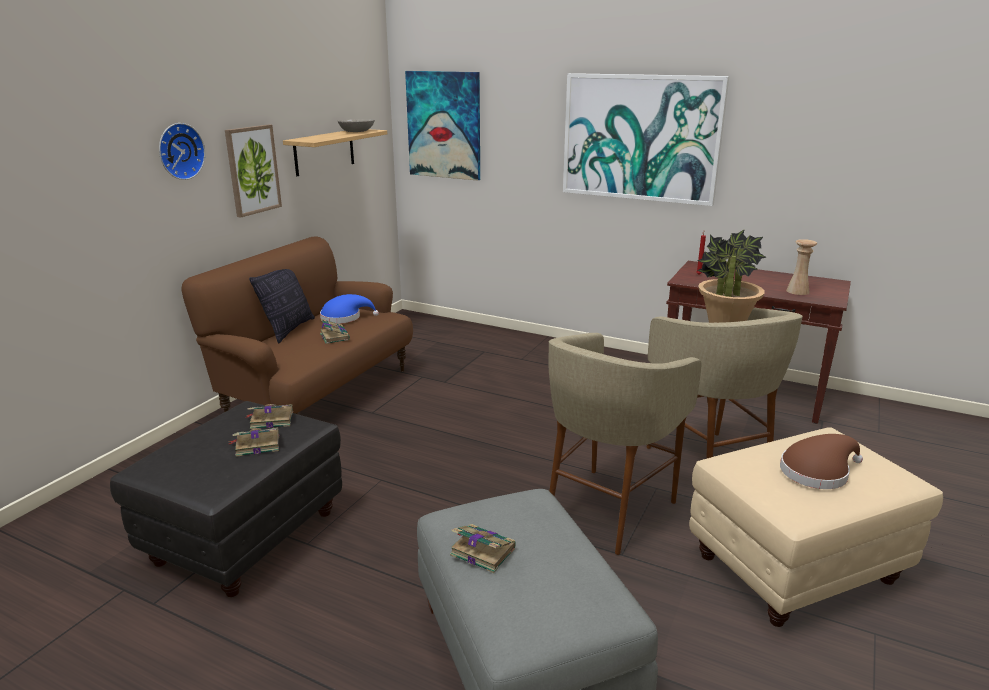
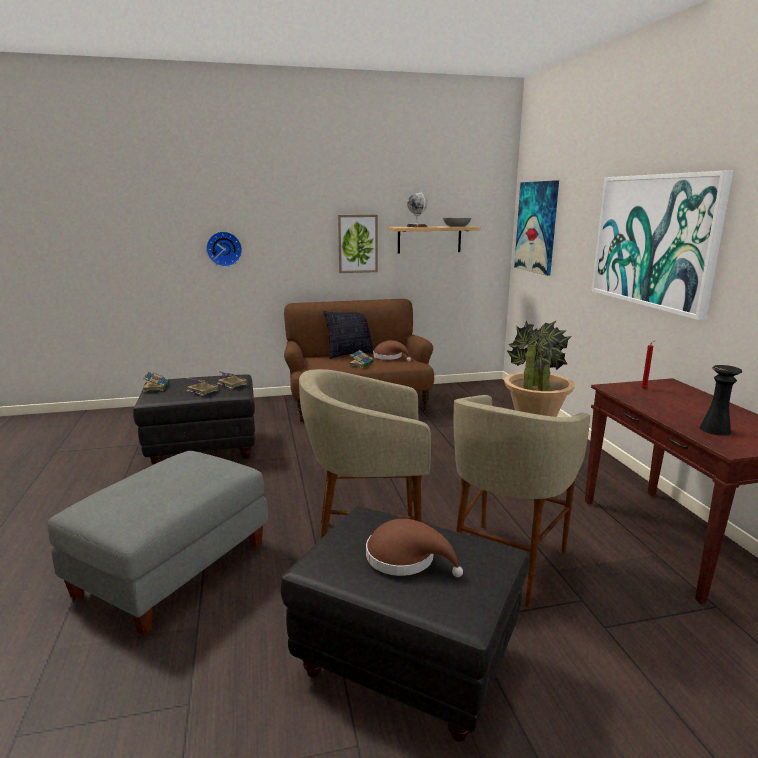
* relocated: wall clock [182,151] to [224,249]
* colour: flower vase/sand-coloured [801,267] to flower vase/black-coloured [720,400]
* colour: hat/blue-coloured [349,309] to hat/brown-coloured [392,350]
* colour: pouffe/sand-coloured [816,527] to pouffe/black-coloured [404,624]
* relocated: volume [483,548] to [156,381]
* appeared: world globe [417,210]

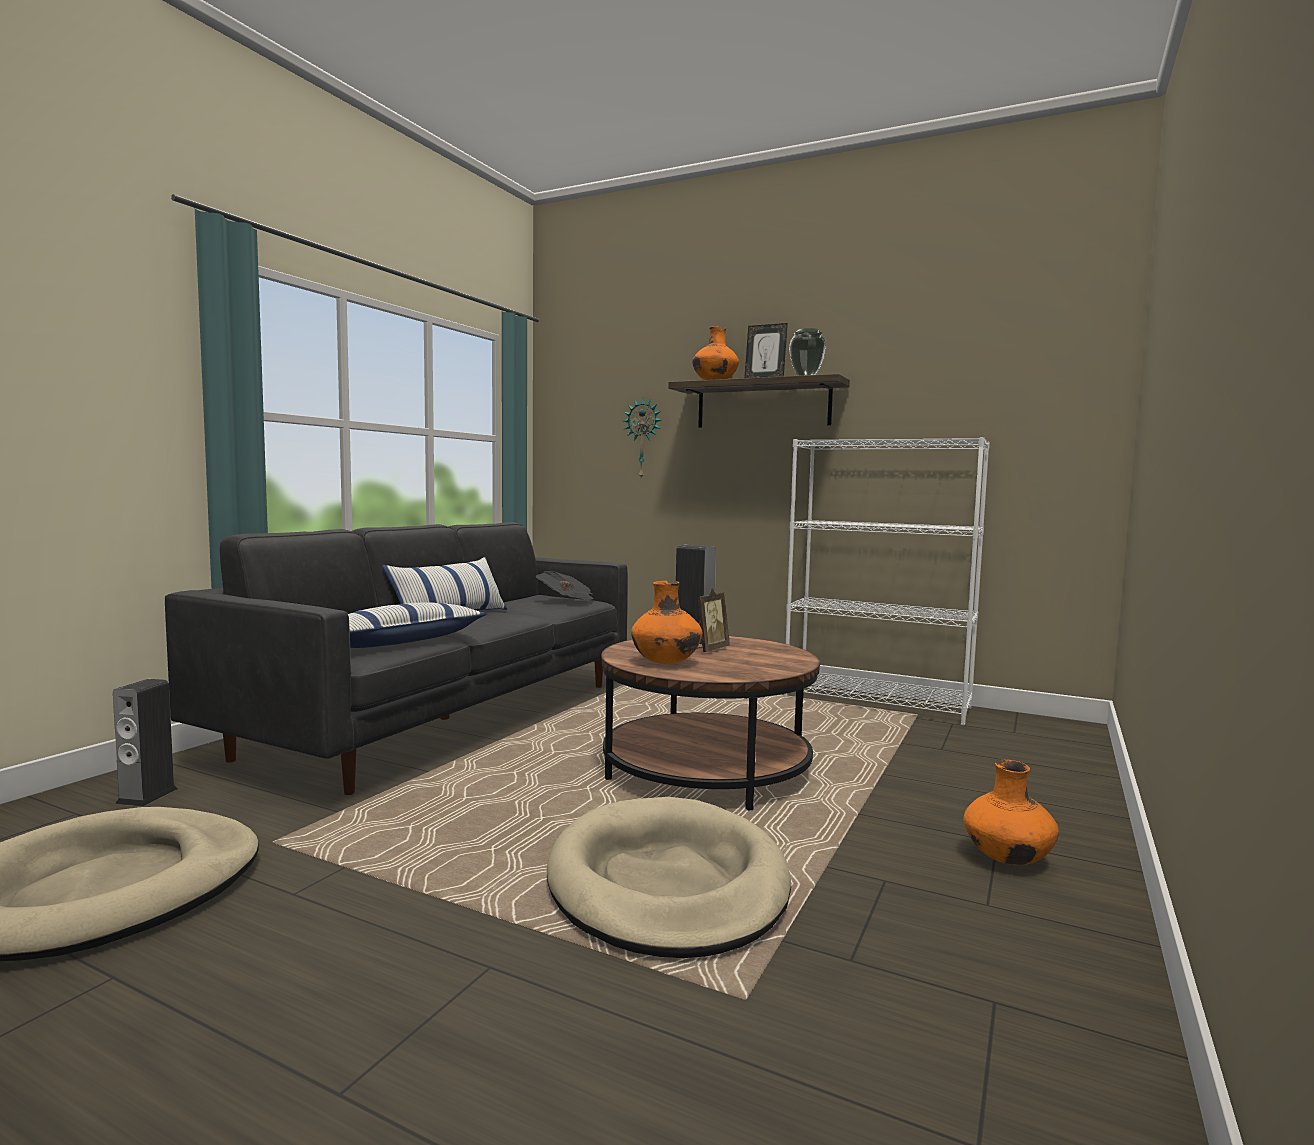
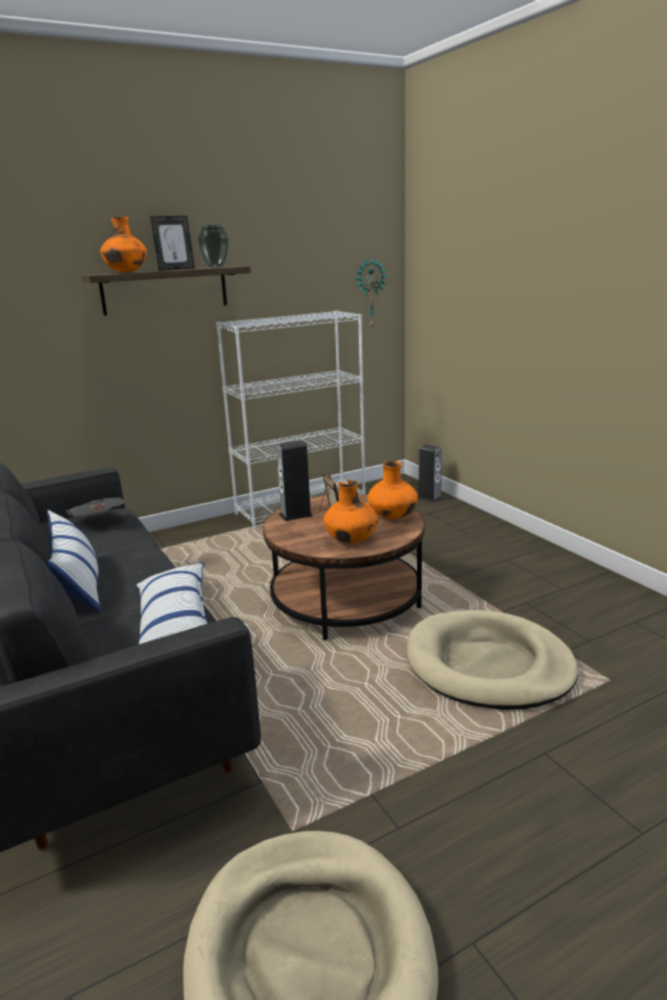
* relocated: wall clock [642,438] to [371,292]
* relocated: audio speaker [145,743] to [430,473]
* relocated: flower vase/orange [1011,812] to [393,490]

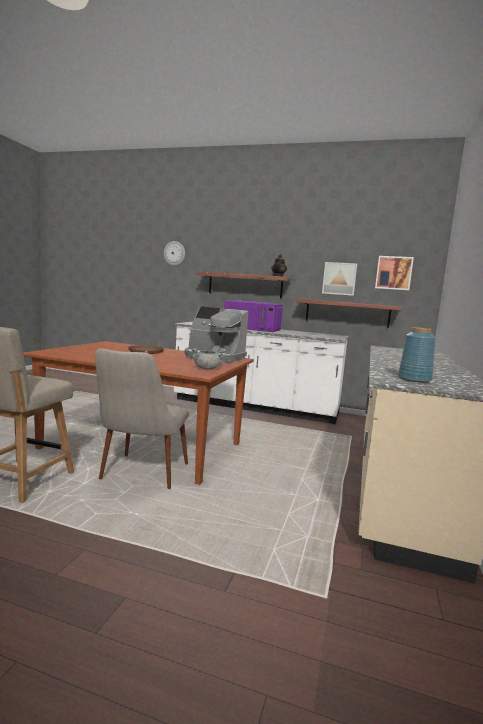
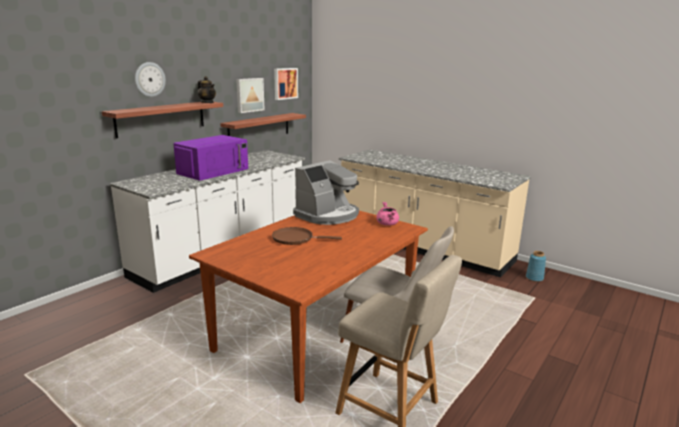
* relocated: wall clock [174,253] to [150,79]
* relocated: flower vase/blue-coloured [417,355] to [536,266]
* colour: stockpot/greyish [208,359] to stockpot/pink [387,214]

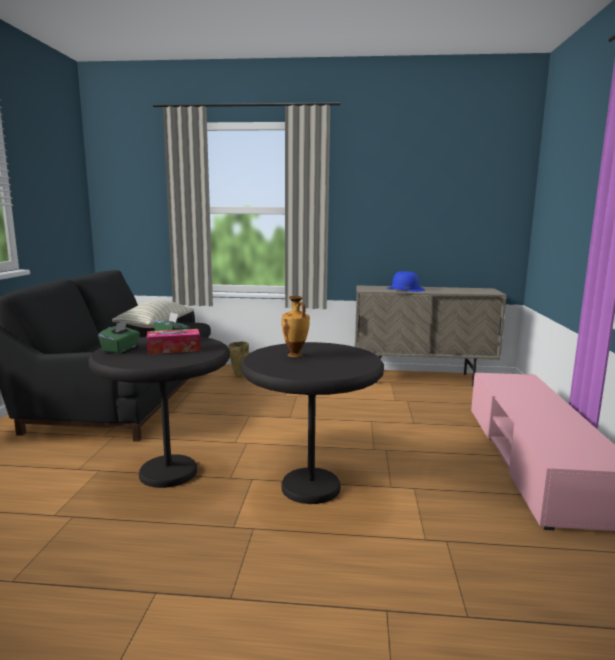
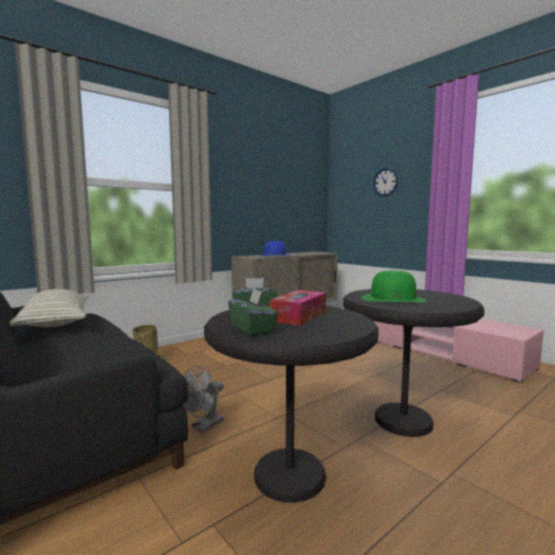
* exchanged: flower vase [296,326] to hat/green [393,286]
* appeared: wall clock [385,182]
* appeared: cooling fan/greyish [203,399]

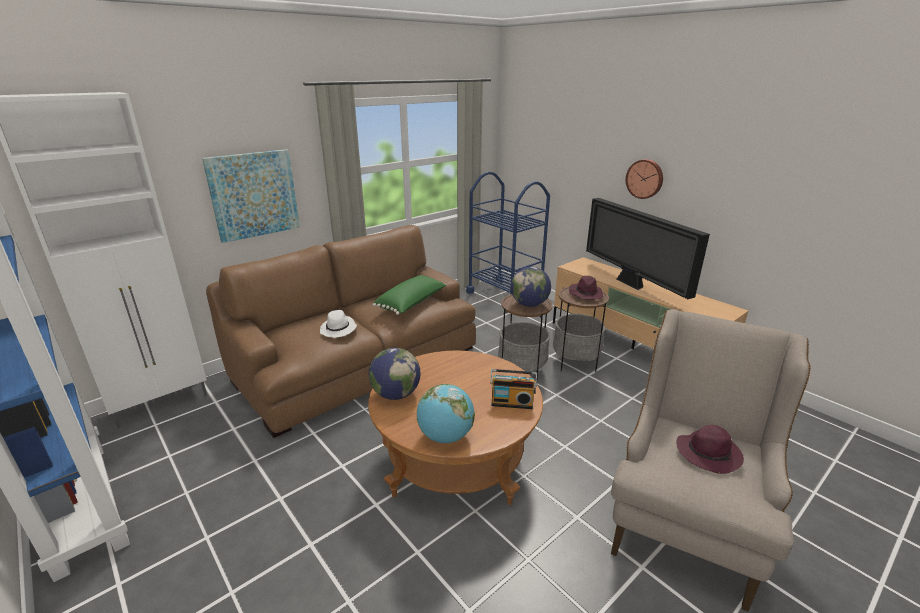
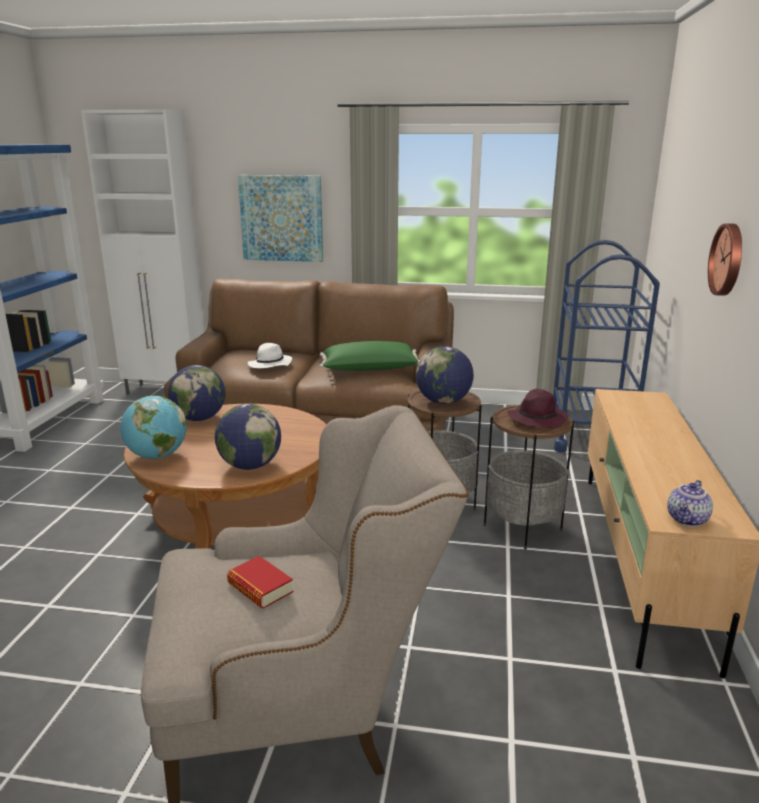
* missing: TV set [648,248]
* exchanged: radio [513,389] to world globe [248,437]
* exchanged: hat/purple [710,449] to volume [260,582]
* appeared: pot for tea [690,503]

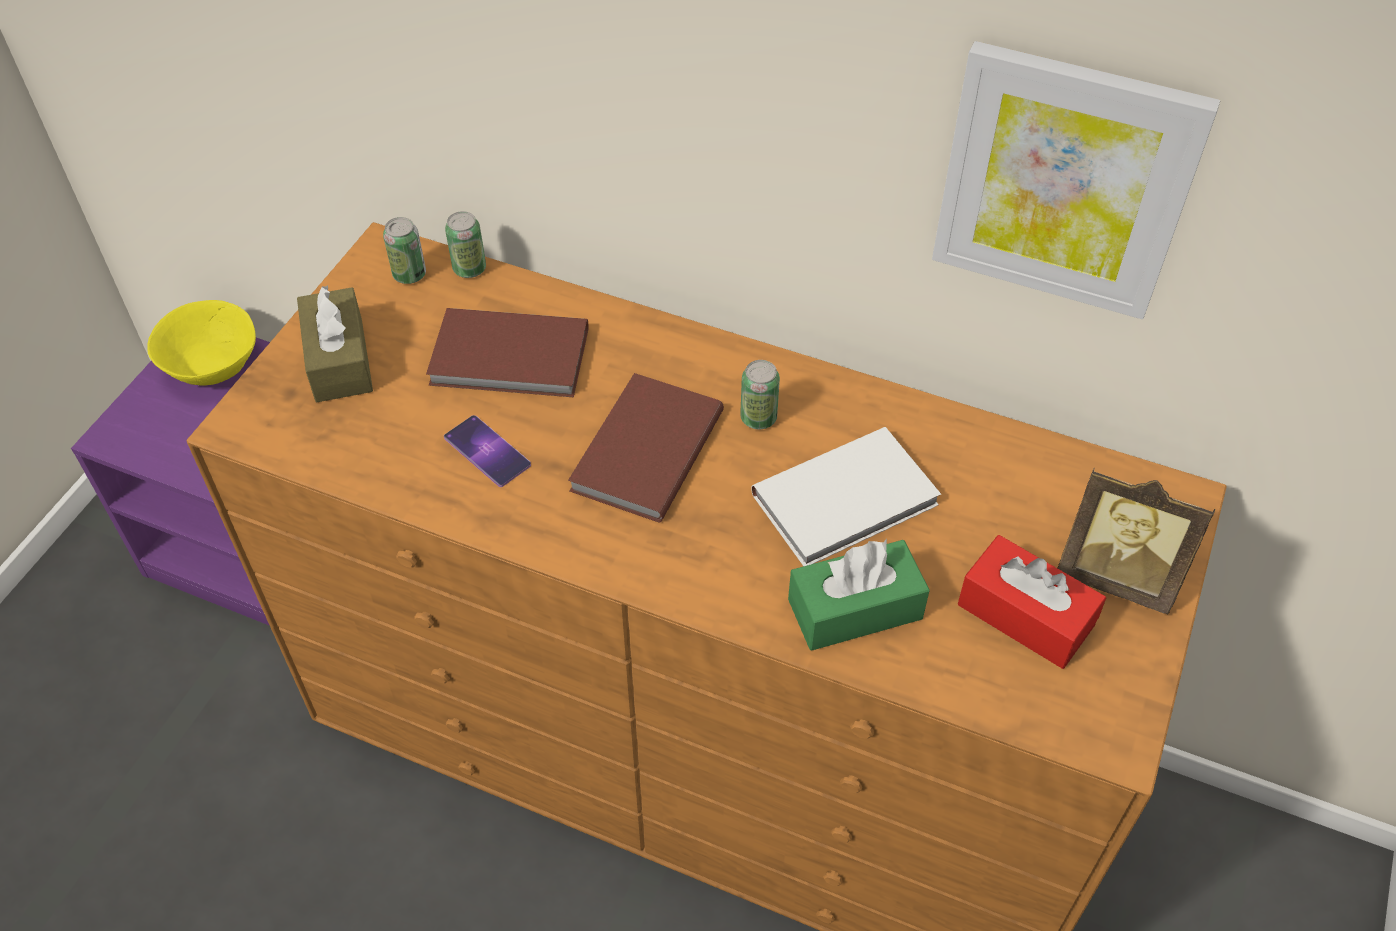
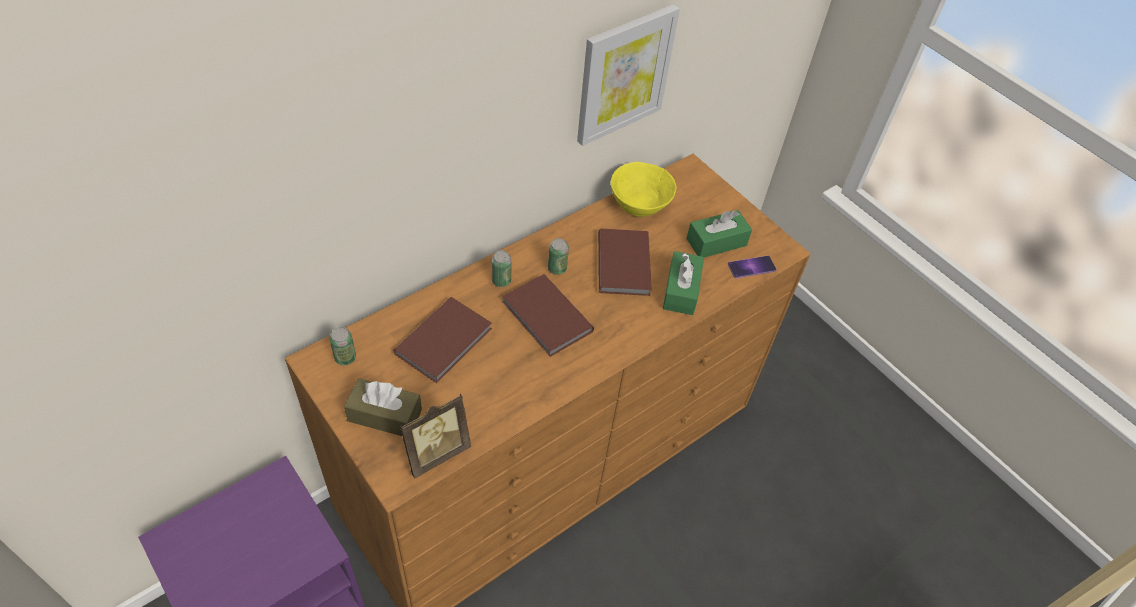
* relocated: metal can [465,244] to [501,268]
* relocated: deep dish/yellow-coloured [201,343] to [643,189]
* relocated: handset [487,451] to [752,266]
* colour: volume/white-coloured [846,496] to volume/brown-coloured [625,262]
* relocated: standing frame [1136,541] to [435,436]
* colour: tissue holder/reddish [1032,602] to tissue holder/green [719,234]

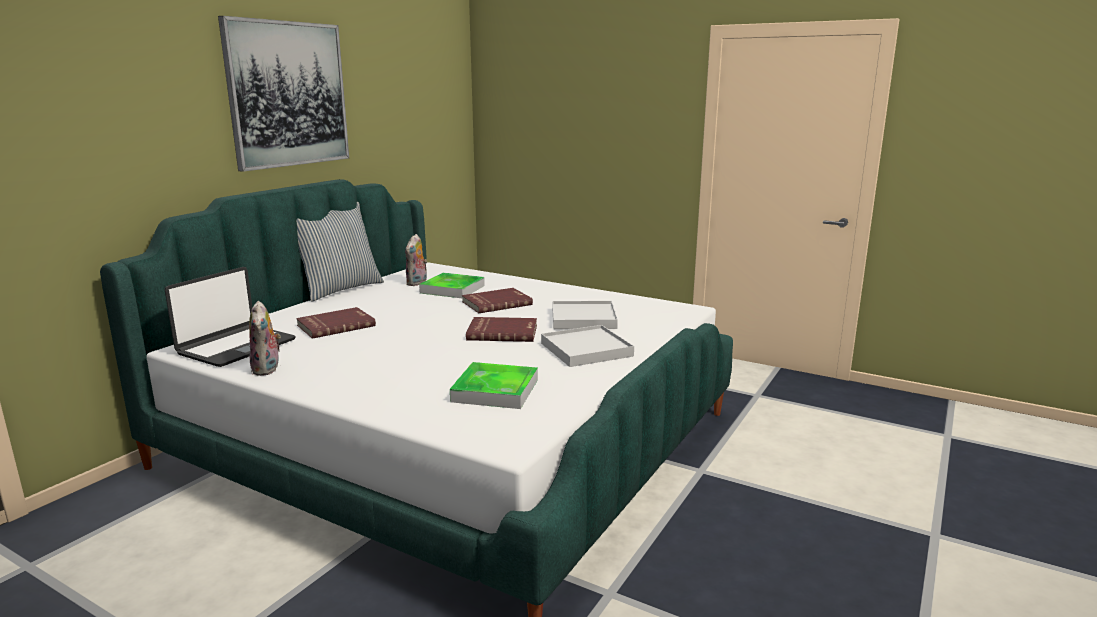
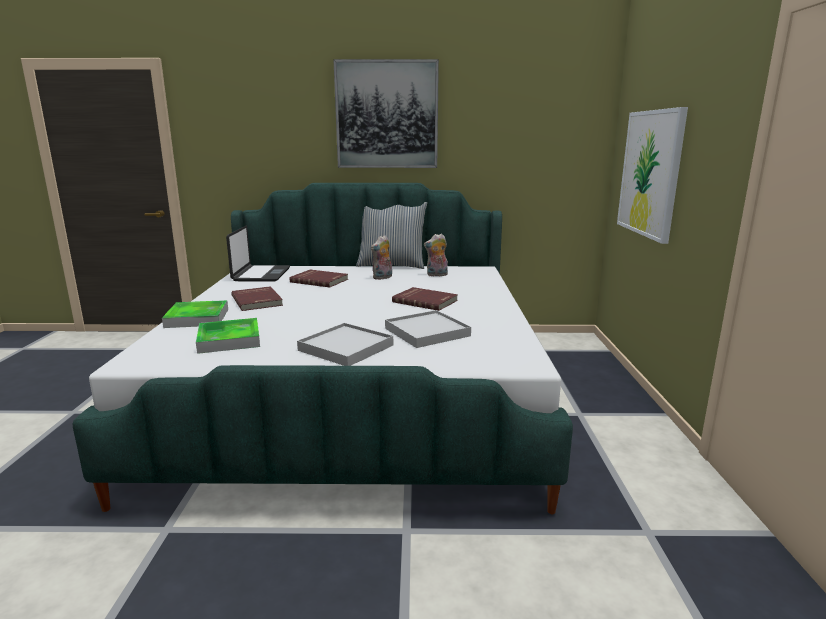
* spun: notebook computer [230,317] = [258,253] 90 degrees counterclockwise
* relocated: tray [452,285] to [195,314]
* relocated: cuddly toy [265,338] to [381,257]
* relocated: volume/reddish [501,329] to [257,298]
* appeared: wall art [652,175]

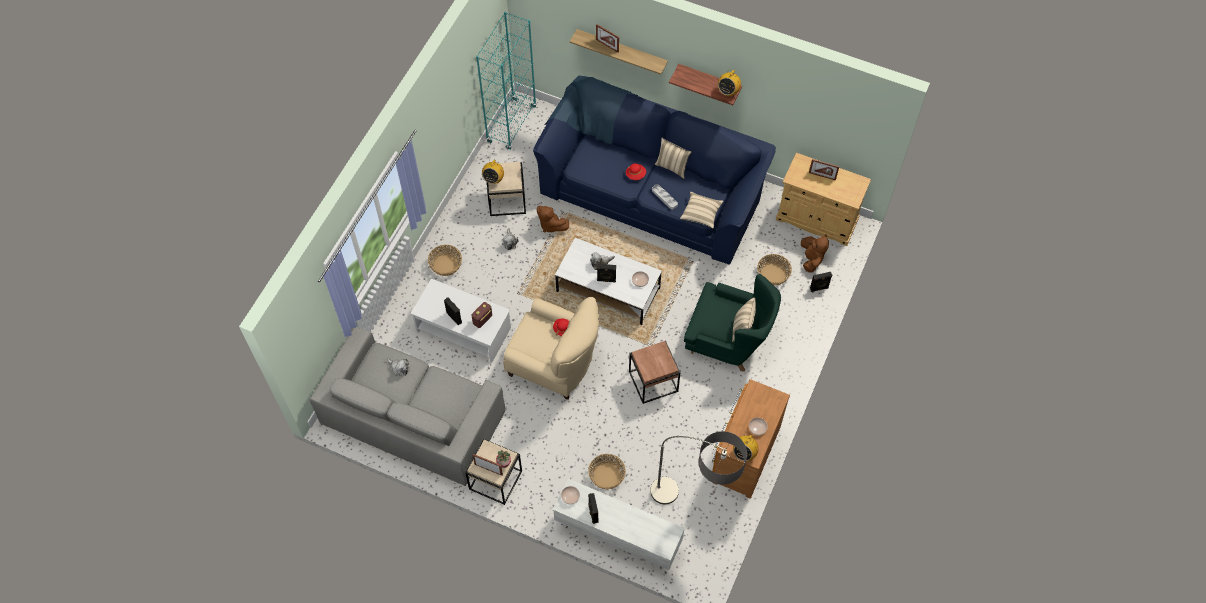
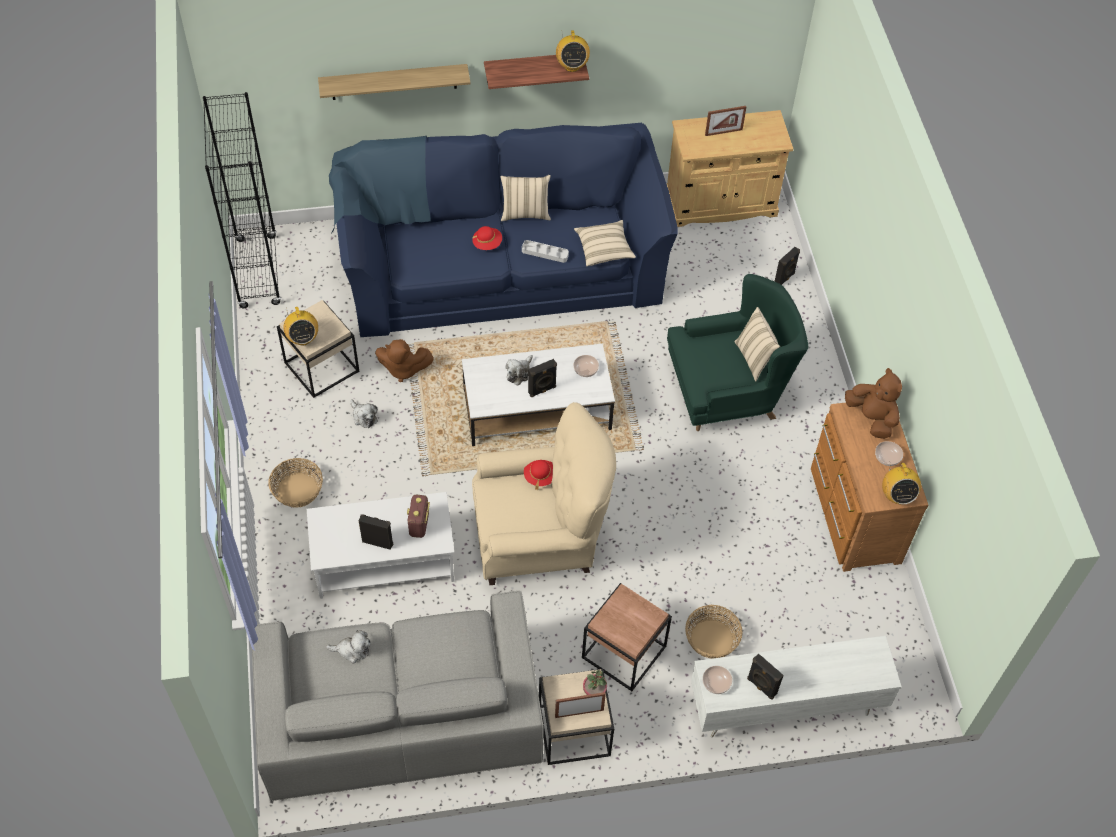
* colour: shelving unit/turquoise-coloured [506,80] to shelving unit/black-coloured [242,200]
* missing: standing frame [607,38]
* relocated: cuddly toy/brown-coloured [815,253] to [873,403]
* missing: basket [774,270]
* relocated: accent table/brown-coloured [654,372] to [627,637]
* missing: standard lamp [699,467]

